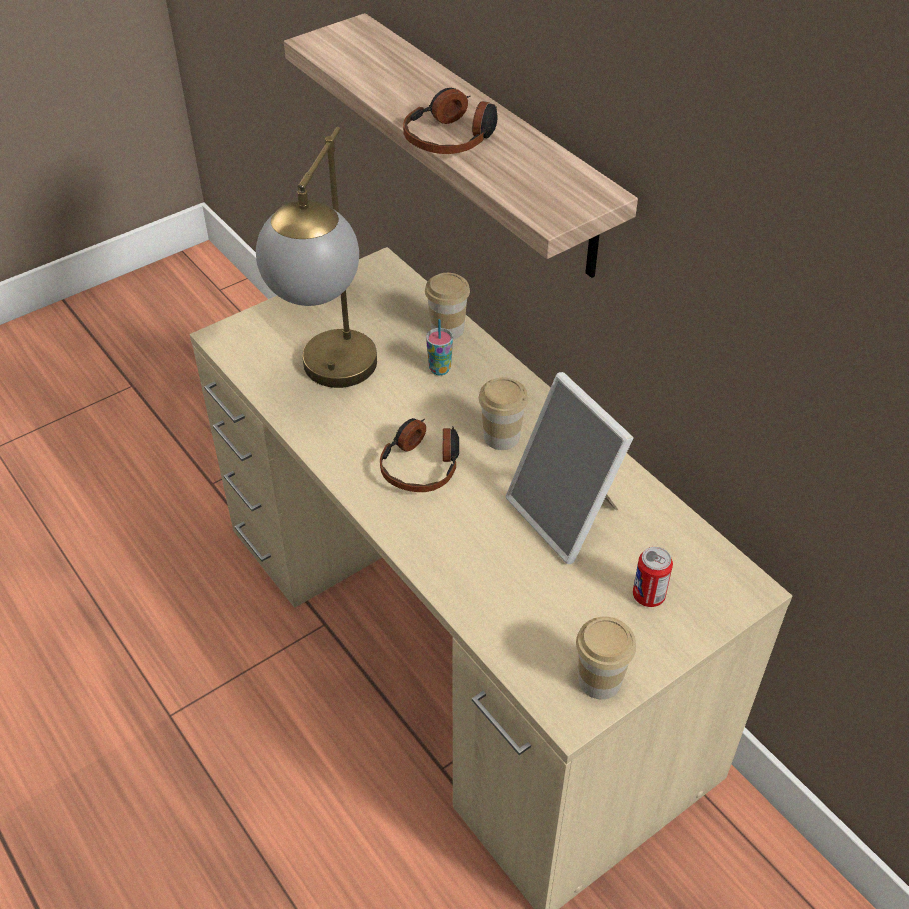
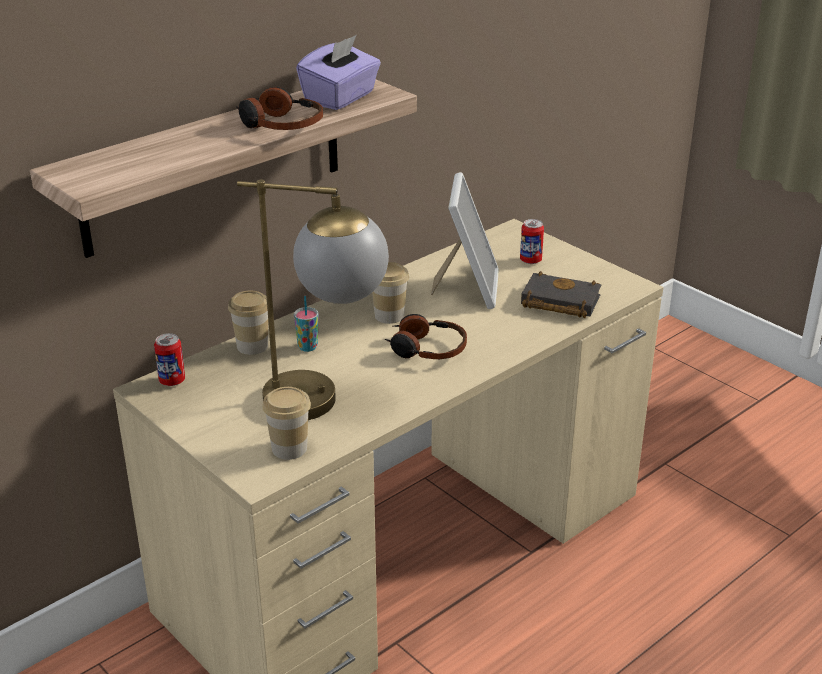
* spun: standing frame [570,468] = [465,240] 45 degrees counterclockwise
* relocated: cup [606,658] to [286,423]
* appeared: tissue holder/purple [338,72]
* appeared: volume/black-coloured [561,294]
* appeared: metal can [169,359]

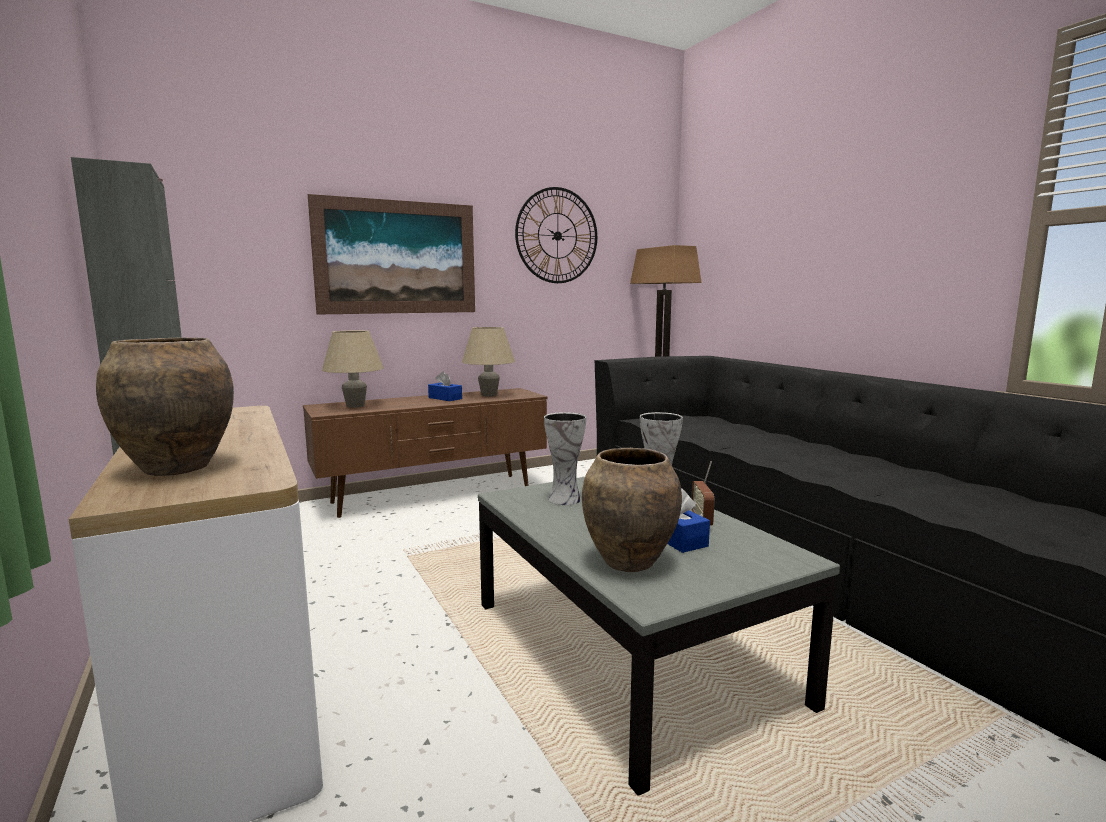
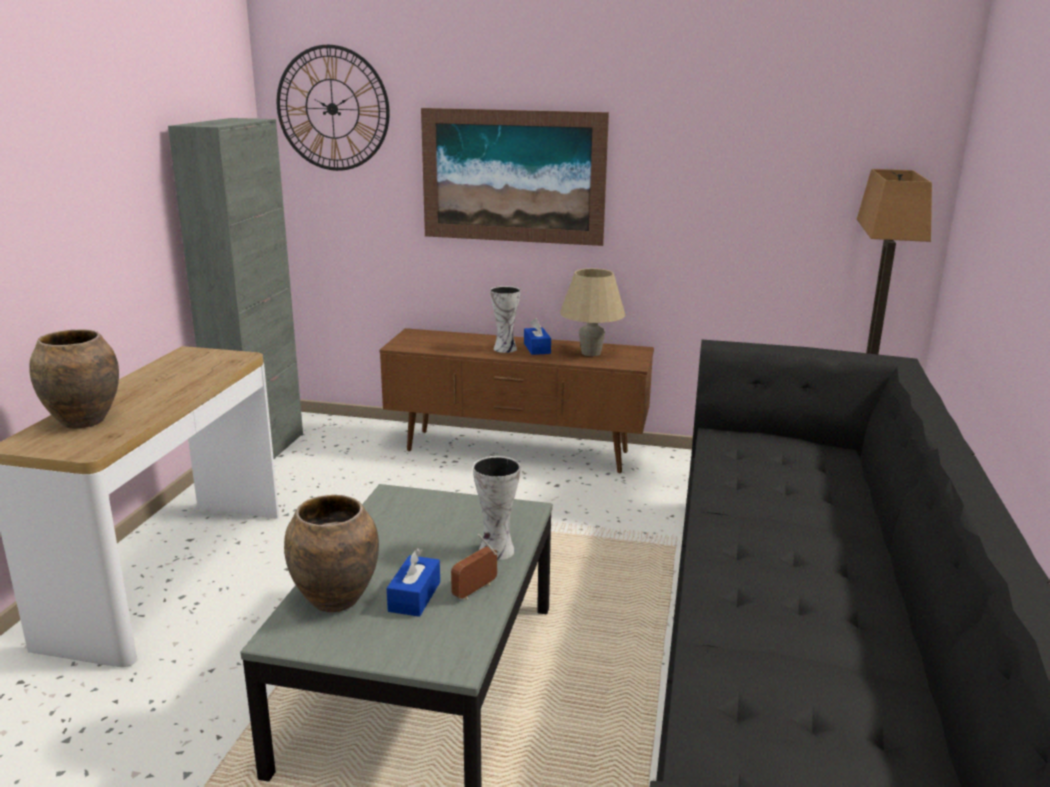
* relocated: wall clock [556,235] to [333,108]
* missing: table lamp/sand-coloured [353,369]
* relocated: flower vase [565,458] to [505,319]

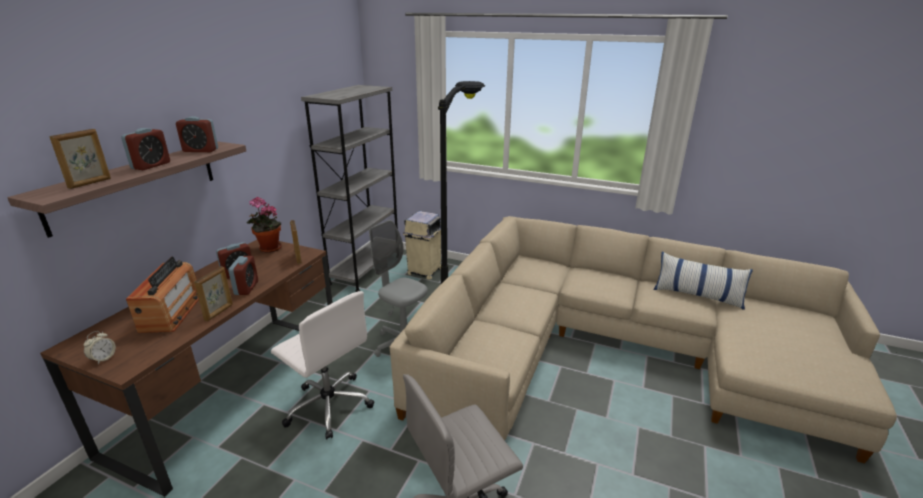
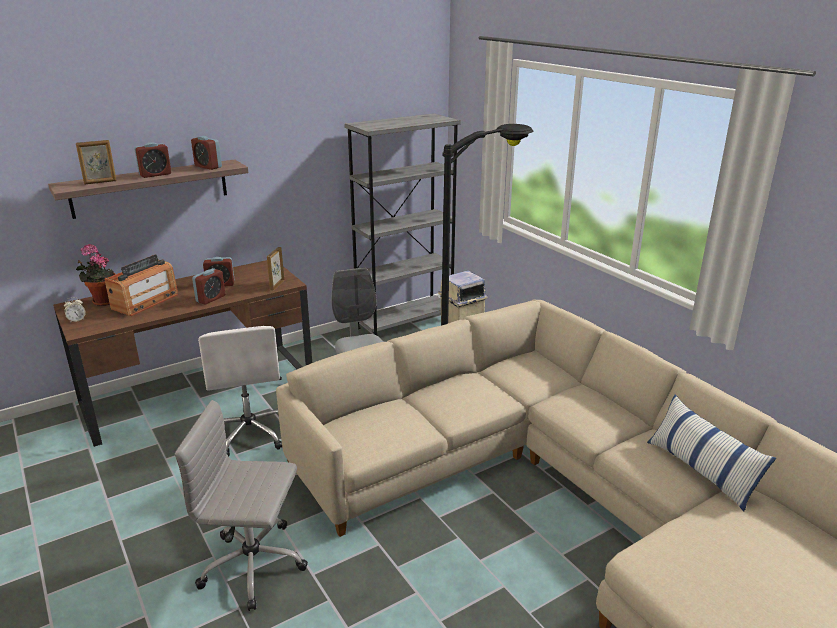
* relocated: houseplant [264,225] to [96,275]
* missing: standing frame [213,294]

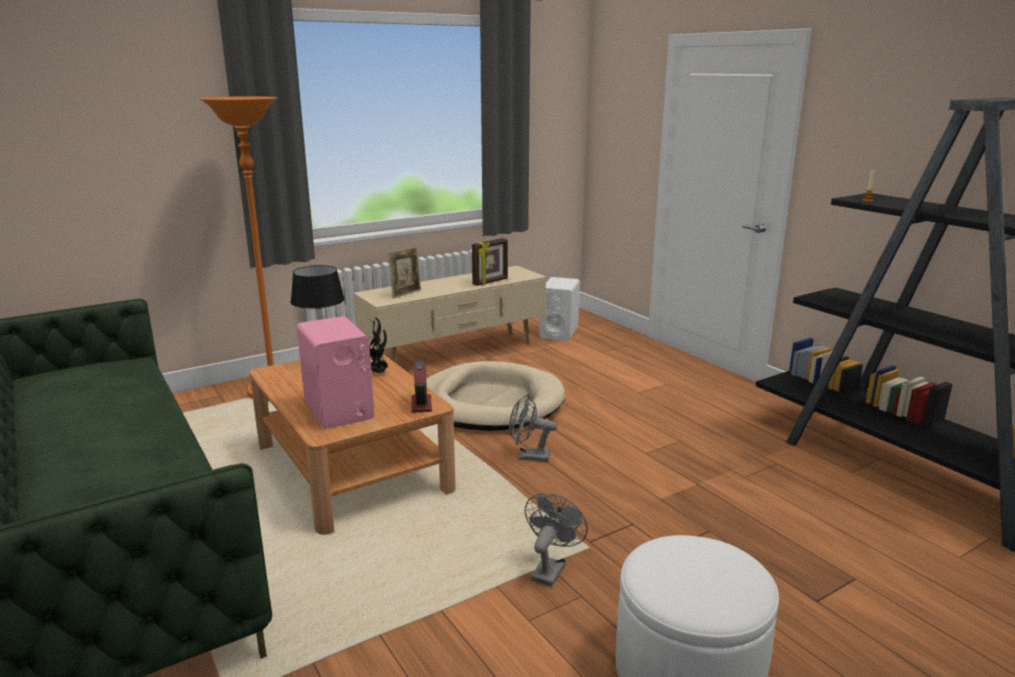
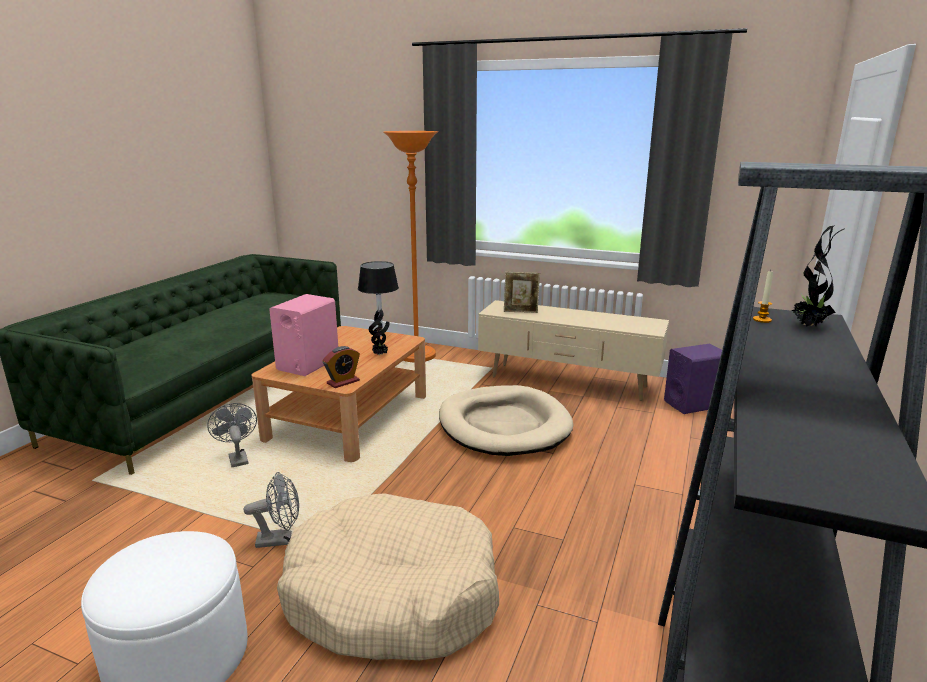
* missing: standing frame [490,262]
* colour: audio speaker/white-coloured [559,309] to audio speaker/purple [693,379]
* relocated: cooling fan/greyish [533,428] to [232,435]
* appeared: houseplant [818,276]
* appeared: pet bed/sand-coloured [388,576]

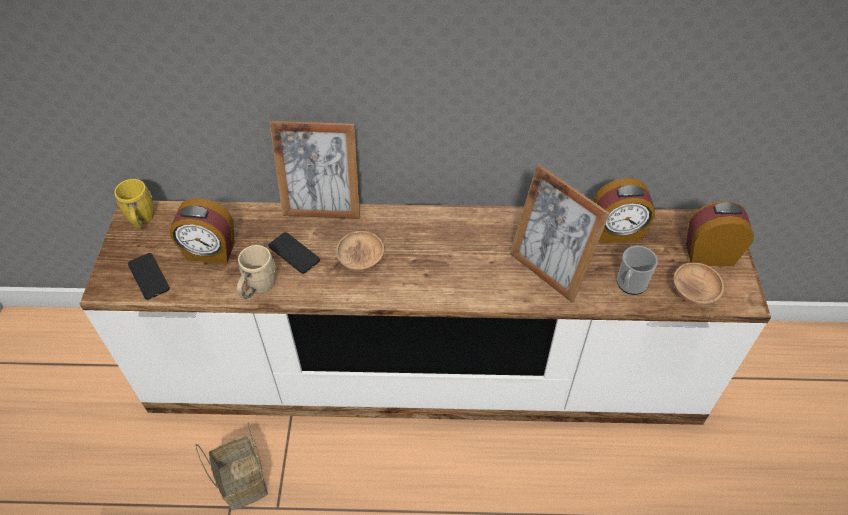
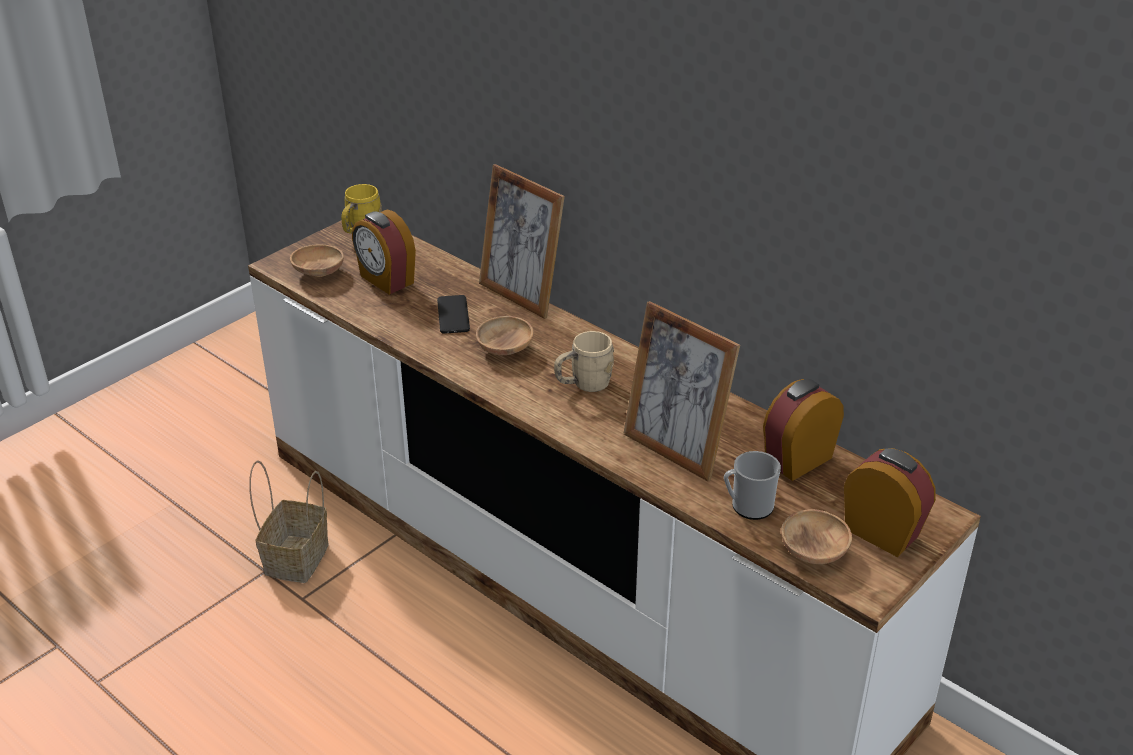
* spun: standing frame [560,233] = [681,391] 45 degrees counterclockwise
* spun: alarm clock [624,210] = [803,430] 105 degrees clockwise
* relocated: coffee mug/sand-coloured [257,272] to [584,361]
* exchanged: handset [149,276] to deep dish/brown-coloured [317,261]

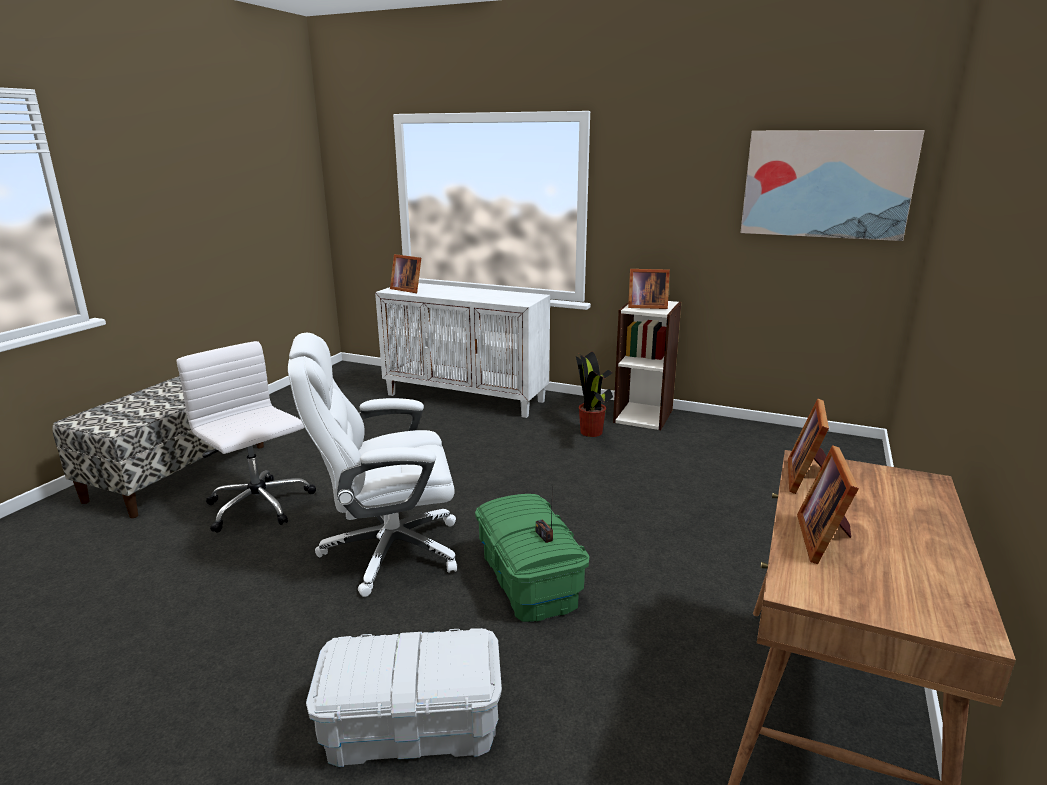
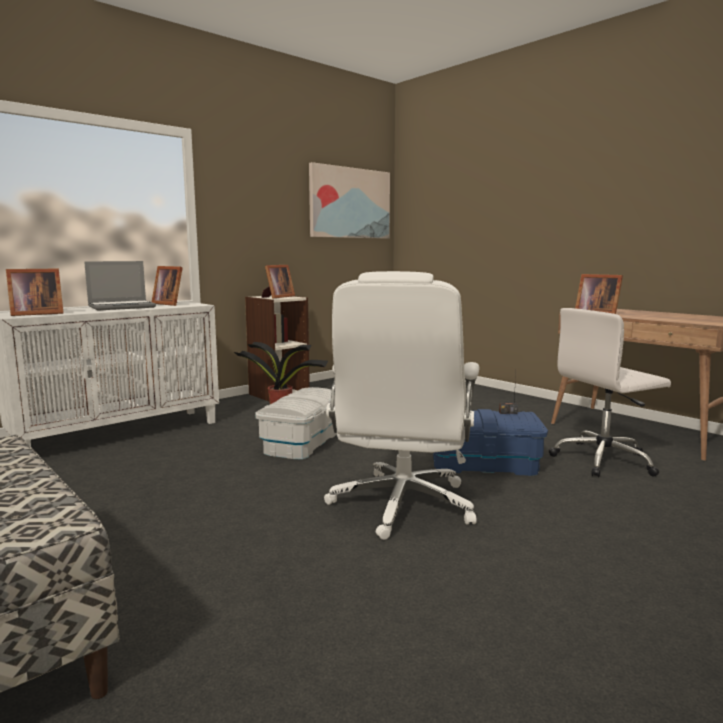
* relocated: office chair/white-coloured [246,437] to [610,392]
* relocated: standing frame [828,504] to [167,286]
* colour: storage bin/green [532,558] to storage bin/blue-coloured [490,442]
* relocated: storage bin/white-coloured [404,697] to [296,423]
* appeared: notebook computer [120,285]

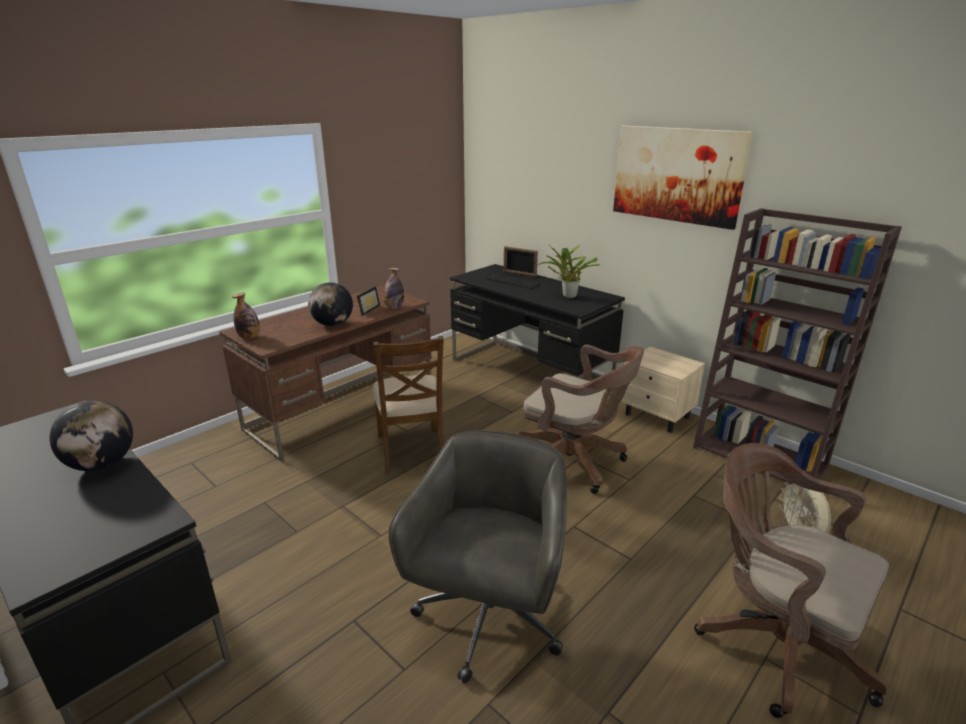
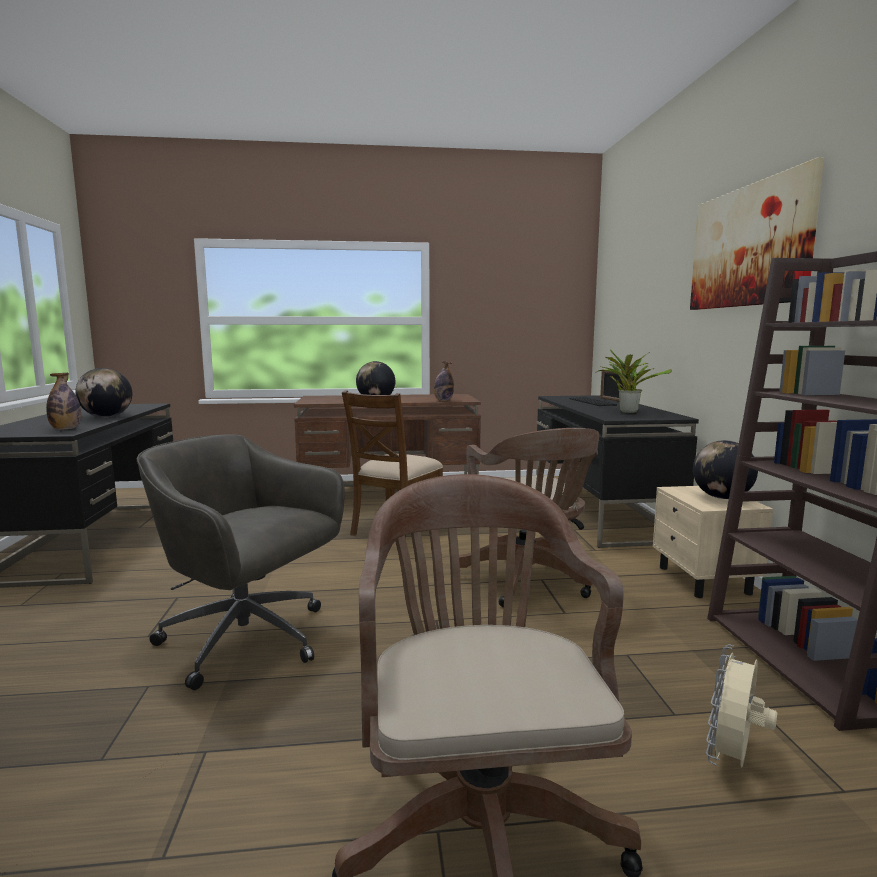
* missing: standing frame [368,301]
* relocated: beverage bottle [246,315] to [63,401]
* spun: office chair/greyish [478,556] = [241,562] 120 degrees counterclockwise
* appeared: world globe [725,469]

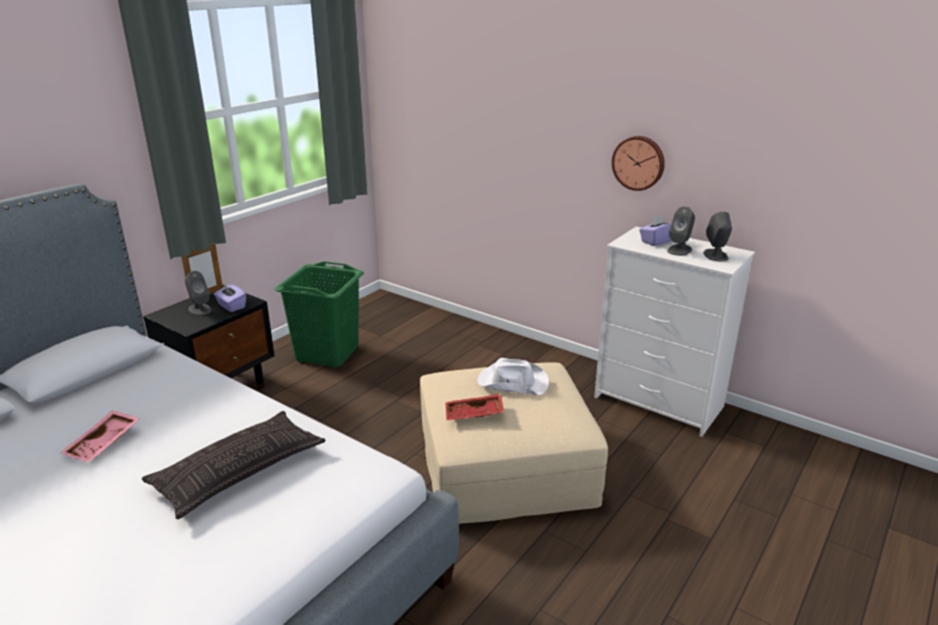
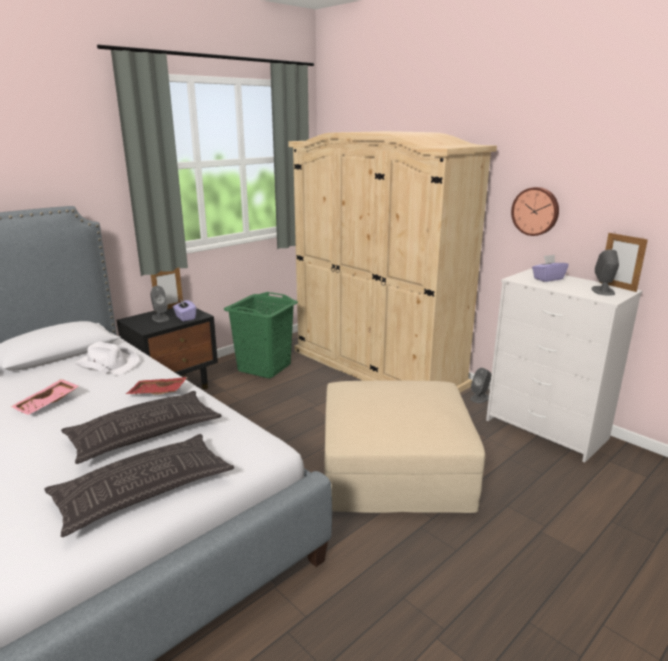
* relocated: audio speaker/greyish [681,231] to [480,385]
* relocated: hat/white-coloured [513,376] to [107,358]
* relocated: tray/reddish [474,407] to [157,386]
* appeared: wardrobe/sand-coloured [392,262]
* appeared: standing frame [623,262]
* appeared: throw pillow [139,485]

